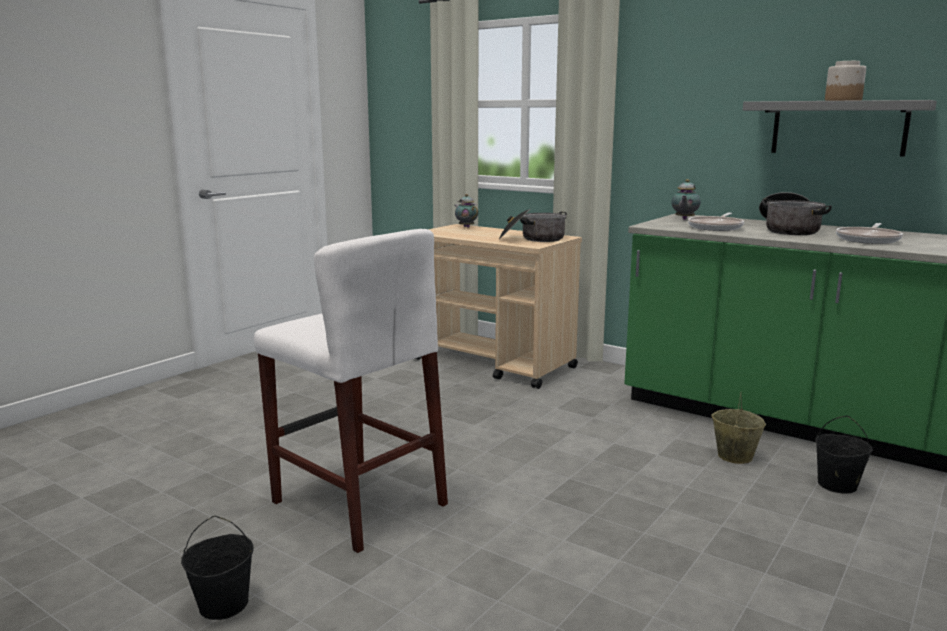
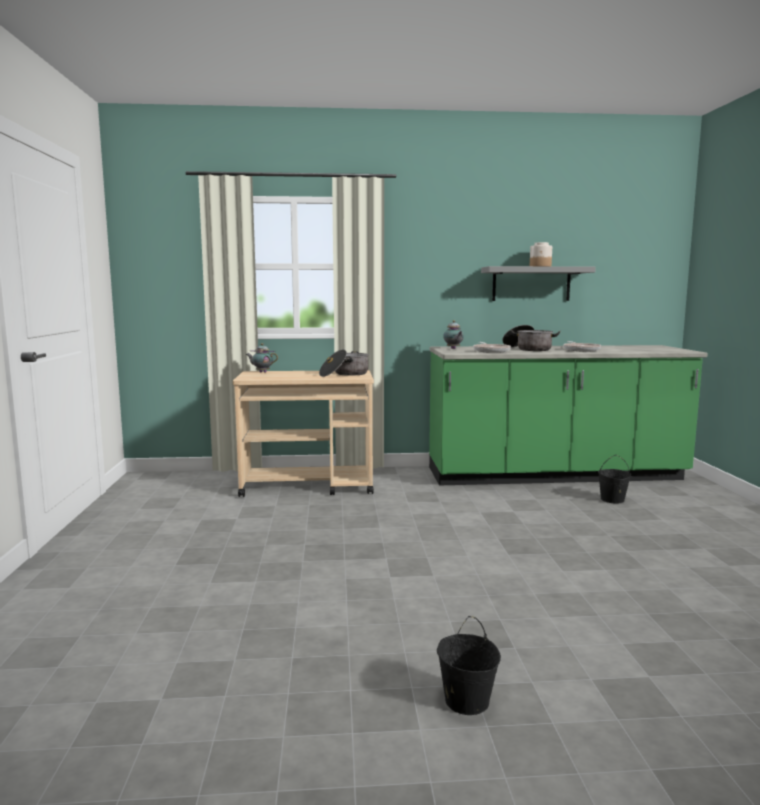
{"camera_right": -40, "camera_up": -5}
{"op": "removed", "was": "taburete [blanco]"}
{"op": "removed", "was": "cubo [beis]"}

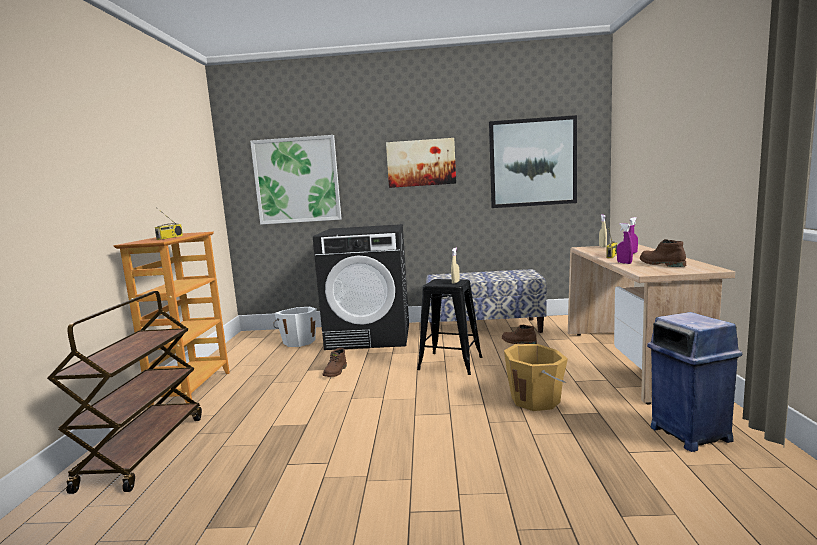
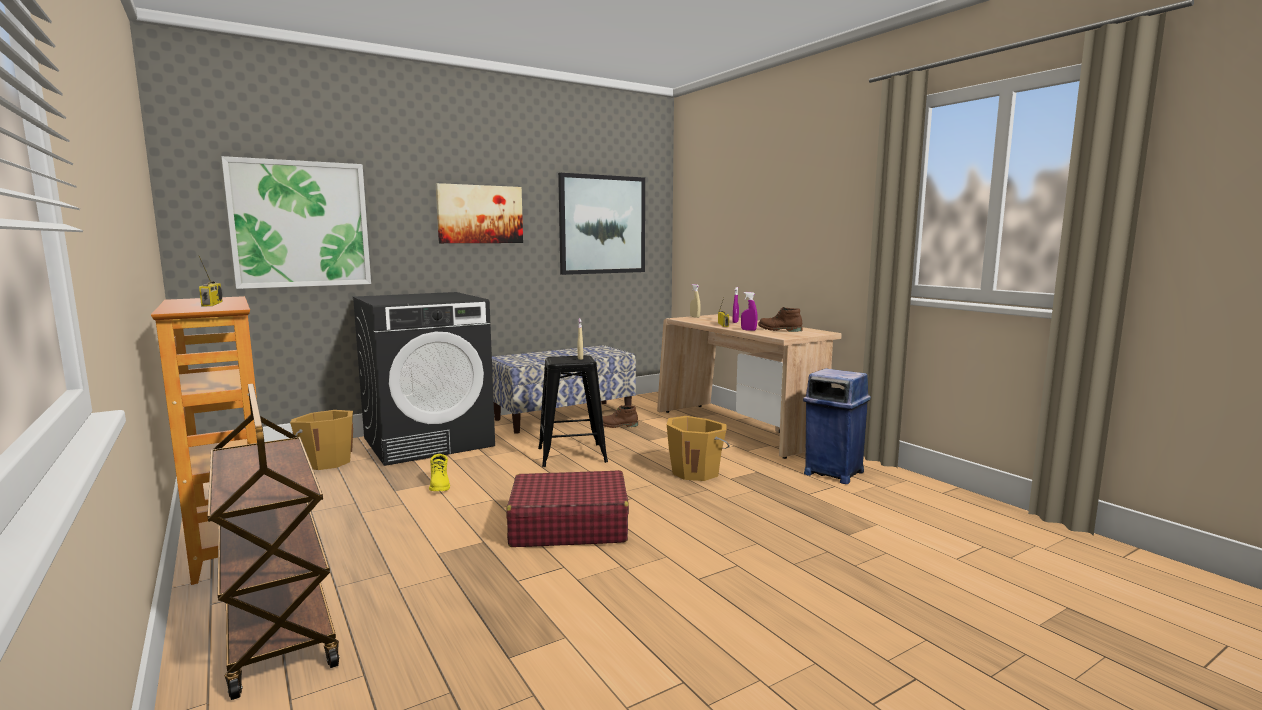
{"camera_right": -35, "camera_up": 0}
{"op": "added", "now": "maleta [rojo]"}
{"op": "recoloured", "was": "cubo [blanco]", "now": "cubo [naranja] (1st from left)"}
{"op": "recoloured", "was": "bota [marrón] (1st from left)", "now": "bota [amarillo]"}

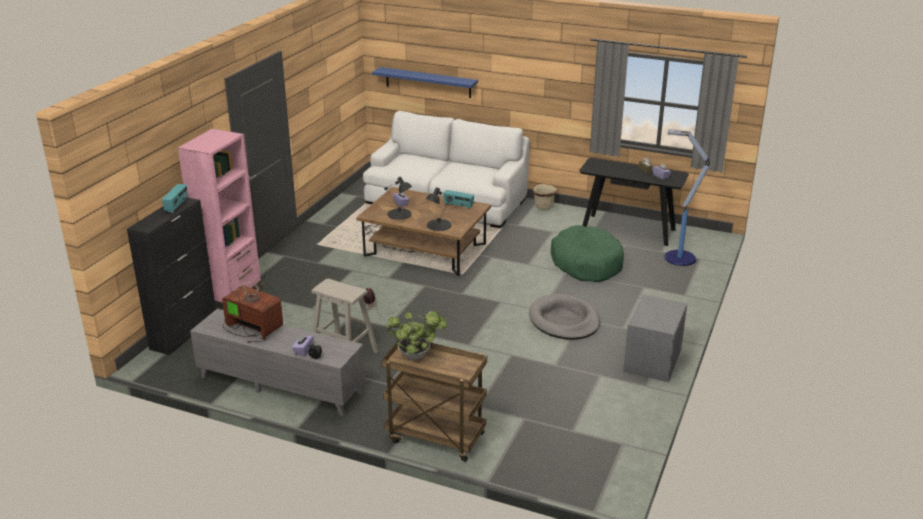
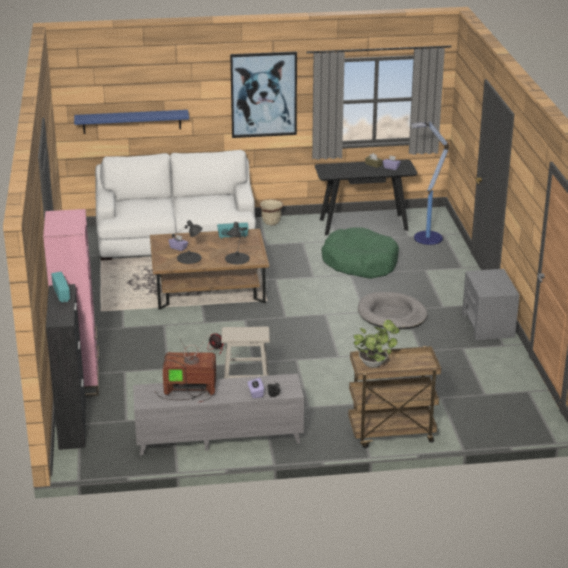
{"camera_right": -30, "camera_up": 0}
{"op": "added", "now": "cuadro"}

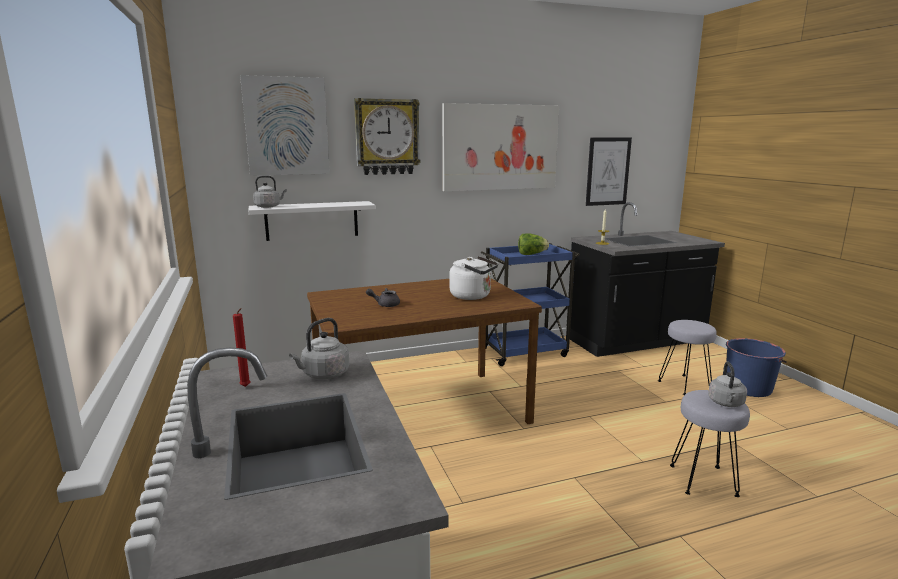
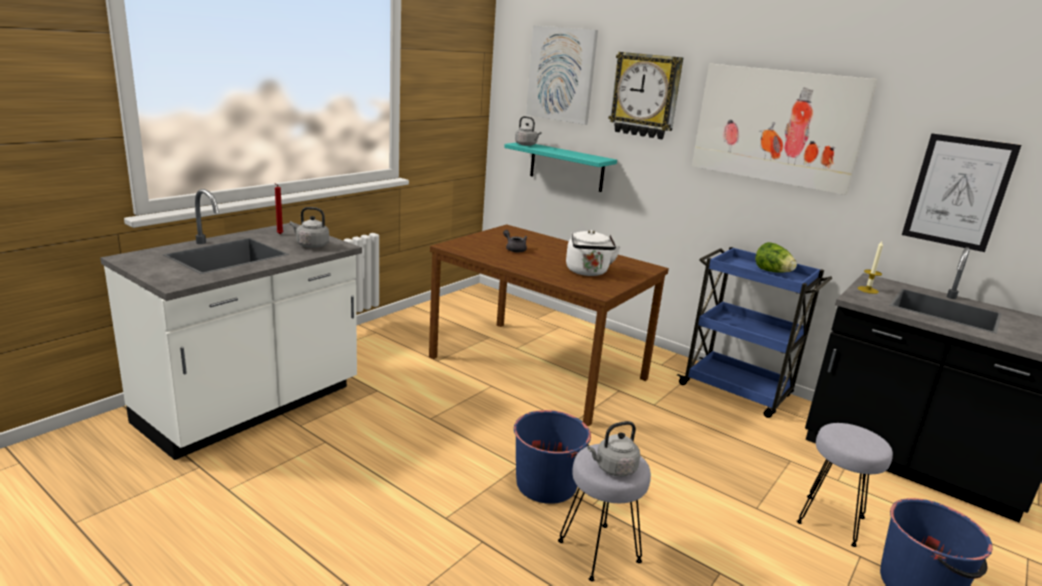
{"camera_right": 55, "camera_up": 5}
{"op": "added", "now": "cubo [azul] (1st from left)"}
{"op": "recoloured", "was": "estante [blanco]", "now": "estante [turquesa]"}

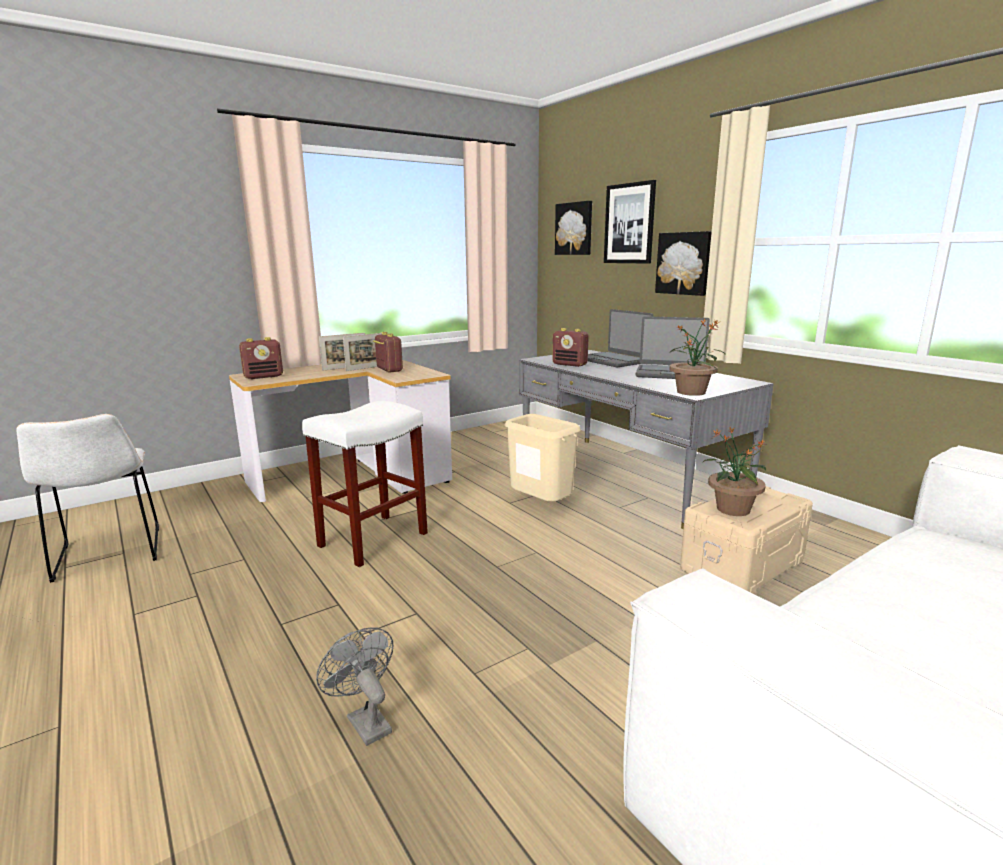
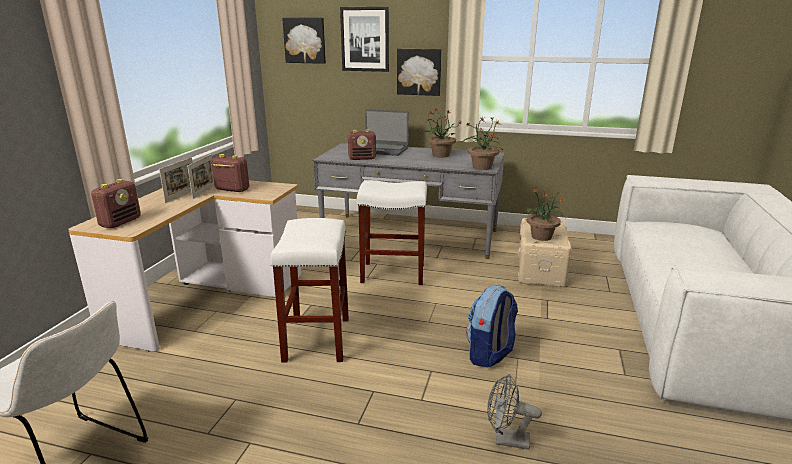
{"camera_right": -40, "camera_up": 5}
{"op": "added", "now": "mochila"}
{"op": "replaced", "was": "papelera [beis]", "now": "taburete [blanco] (2nd from left)"}
{"op": "replaced", "was": "portátil (2nd from left)", "now": "planta en maceta (1st from left)"}

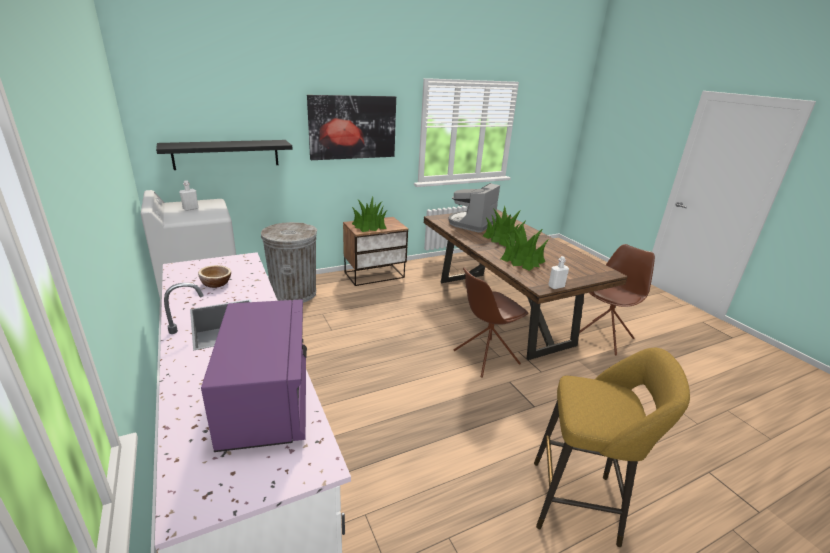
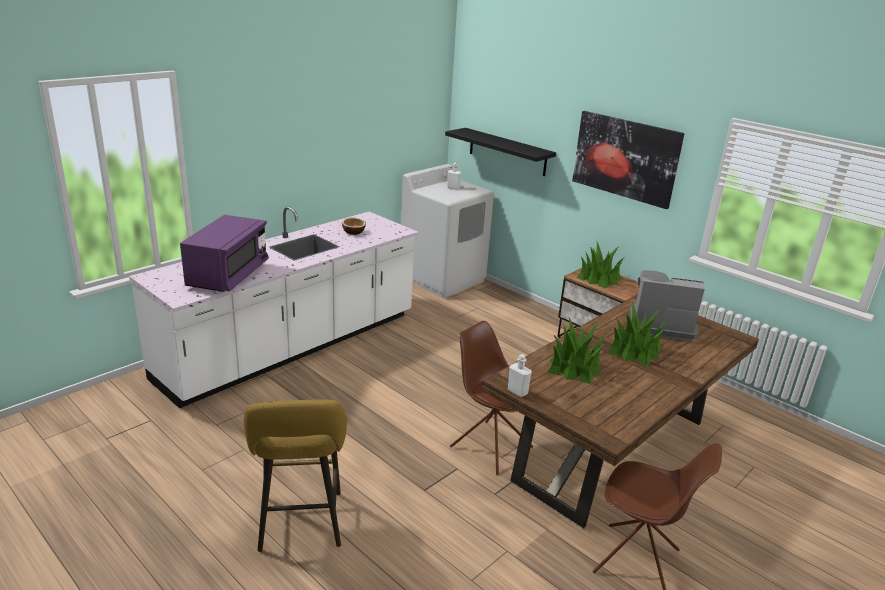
{"camera_right": 70, "camera_up": 0}
{"op": "removed", "was": "papelera [gris]"}
{"op": "turned", "was": "microondas [morado]", "clockwise": -45}

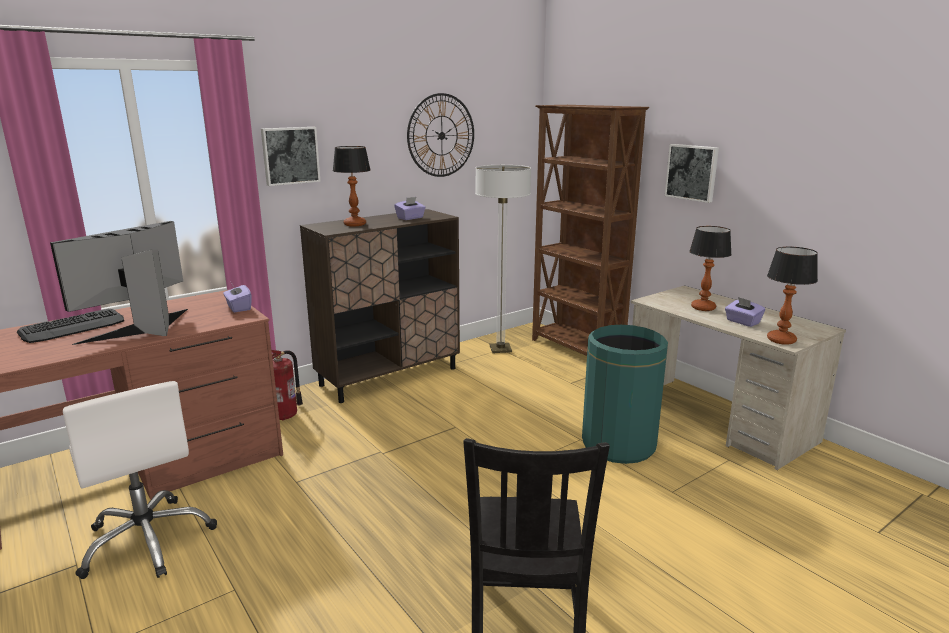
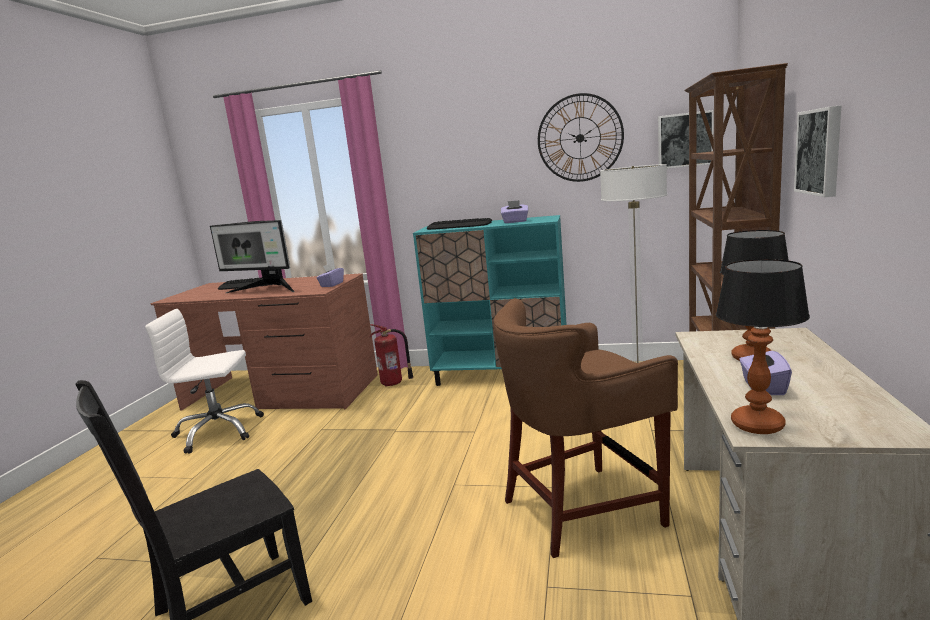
{"camera_right": 50, "camera_up": -5}
{"op": "moved", "was": "cuadro (1st from left)"}
{"op": "replaced", "was": "lámpara de mesa (1st from left)", "now": "teclado (2nd from left)"}
{"op": "replaced", "was": "papelera [verde]", "now": "taburete [marrón]"}
{"op": "recoloured", "was": "armario [marrón]", "now": "armario [turquesa]"}
{"op": "turned", "was": "monitor", "clockwise": -150}
{"op": "turned", "was": "silla de oficina [blanco]", "clockwise": 75}

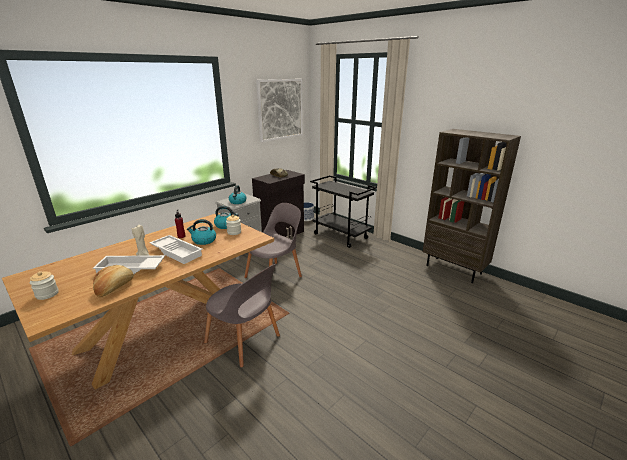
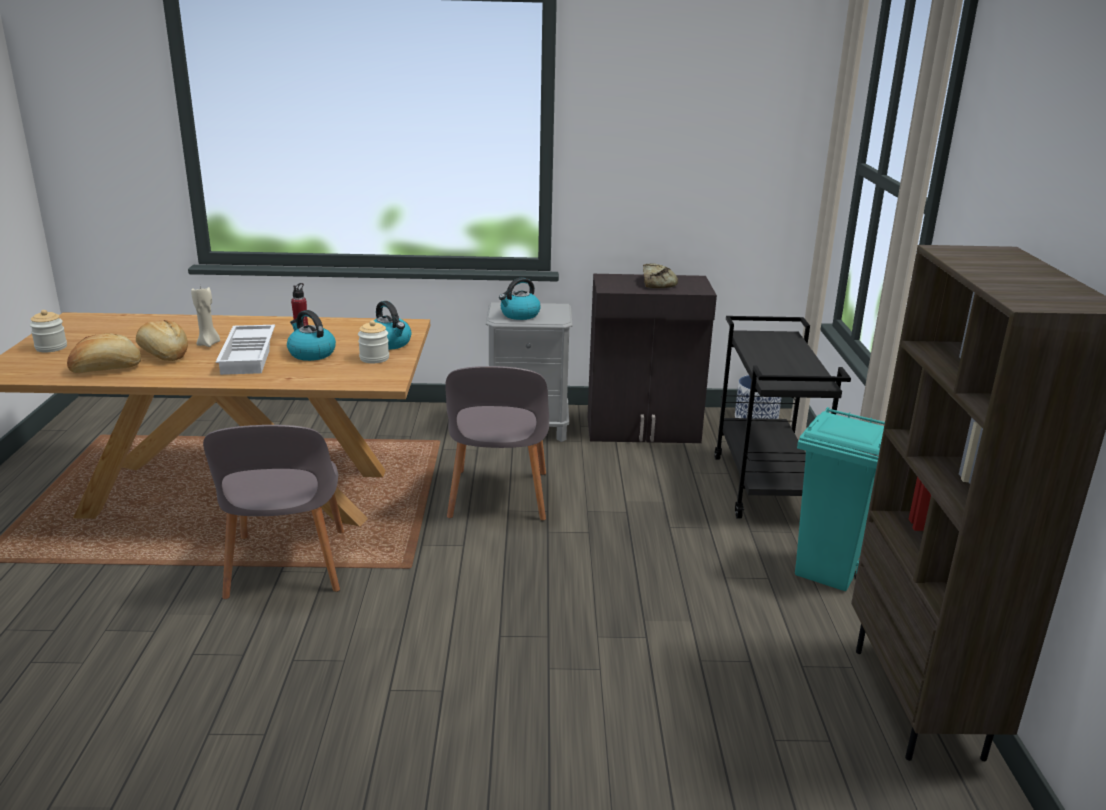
{"camera_right": 45, "camera_up": 0}
{"op": "removed", "was": "cuadro"}
{"op": "added", "now": "papelera [turquesa]"}
{"op": "replaced", "was": "bandeja [blanco] (1st from left)", "now": "pan (2nd from left)"}
{"op": "turned", "was": "silla [gris] (2nd from left)", "clockwise": 90}

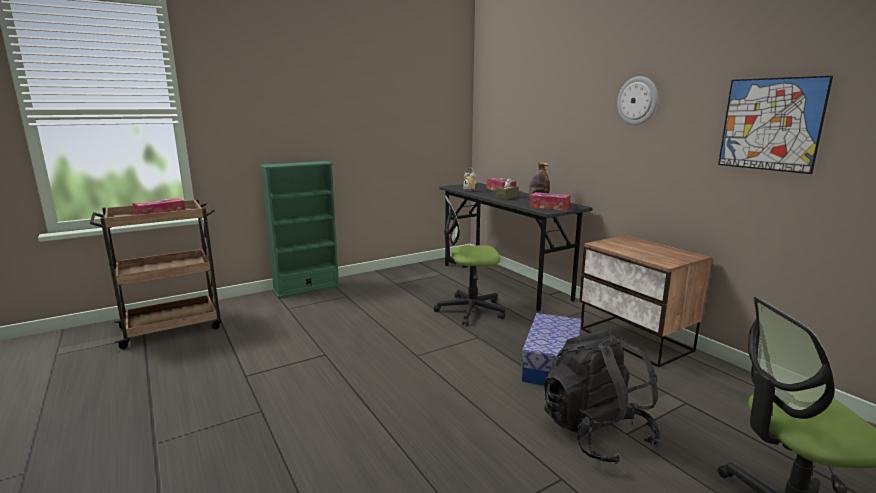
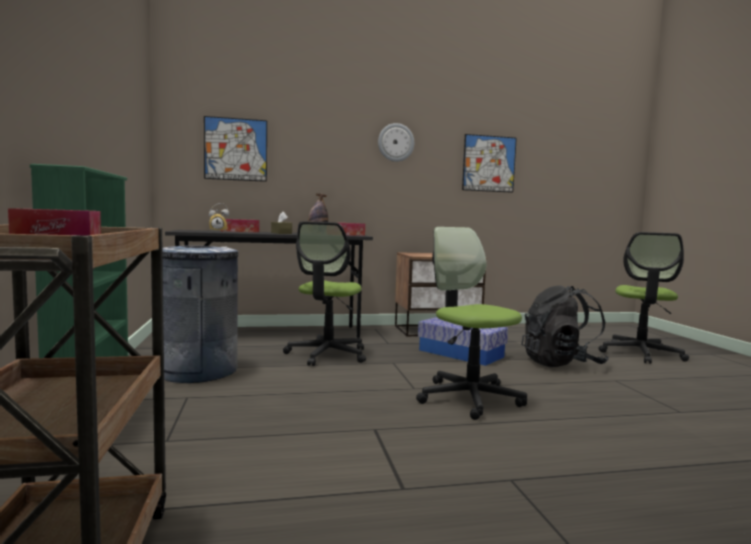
{"camera_right": -70, "camera_up": -10}
{"op": "added", "now": "papelera [gris]"}
{"op": "added", "now": "cuadro (1st from left)"}
{"op": "added", "now": "silla de oficina (2nd from left)"}

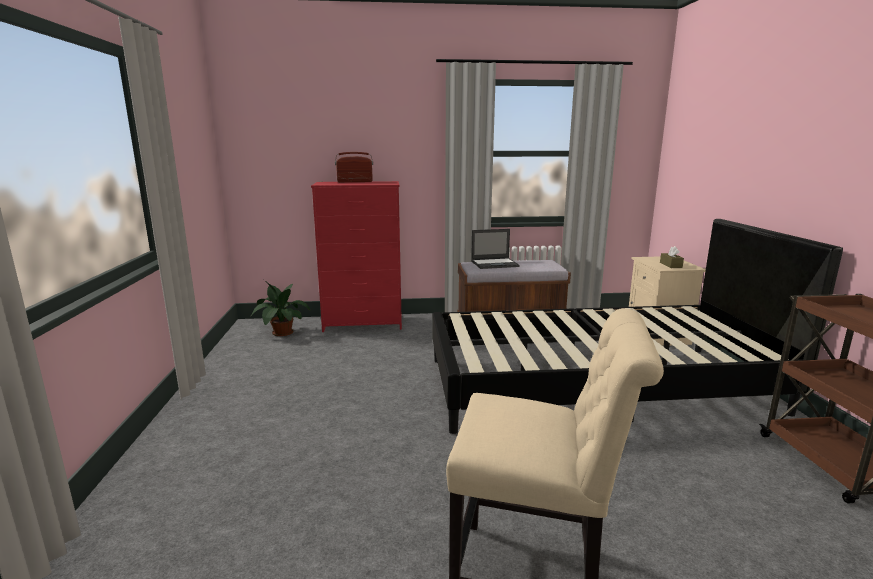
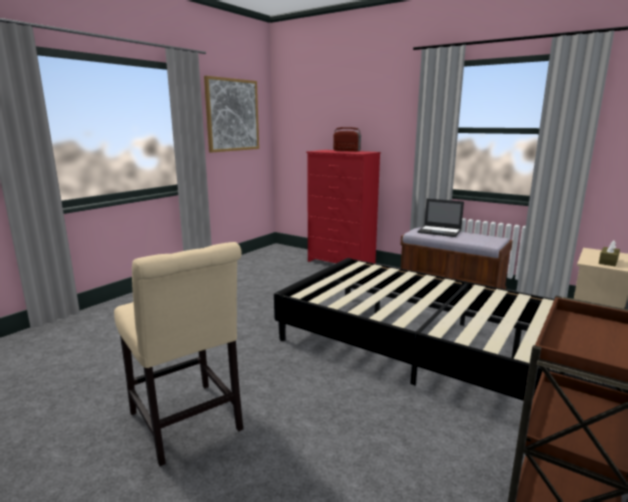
{"camera_right": 40, "camera_up": 0}
{"op": "removed", "was": "planta en maceta"}
{"op": "added", "now": "cuadro"}

